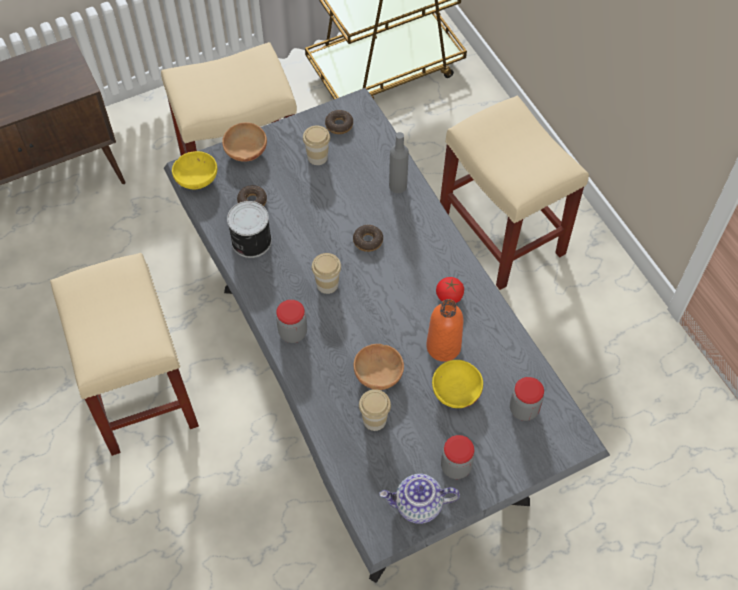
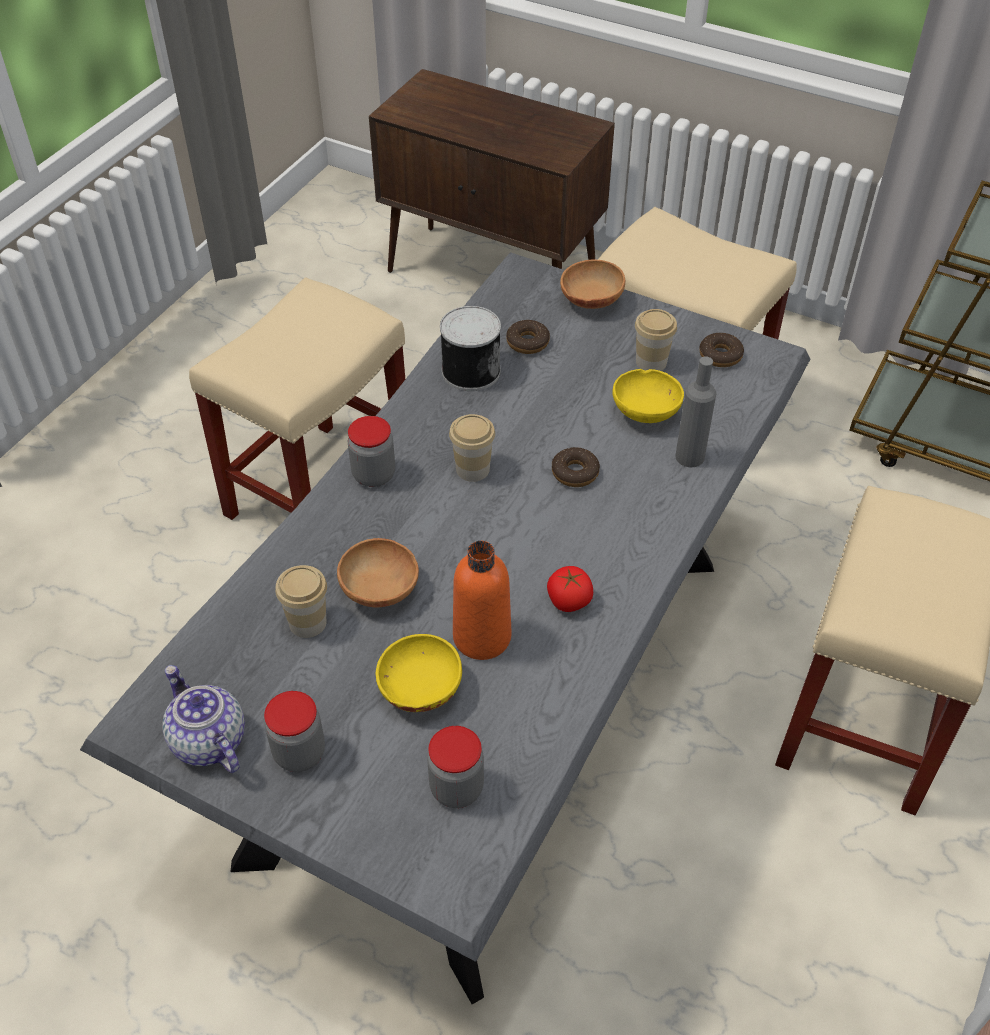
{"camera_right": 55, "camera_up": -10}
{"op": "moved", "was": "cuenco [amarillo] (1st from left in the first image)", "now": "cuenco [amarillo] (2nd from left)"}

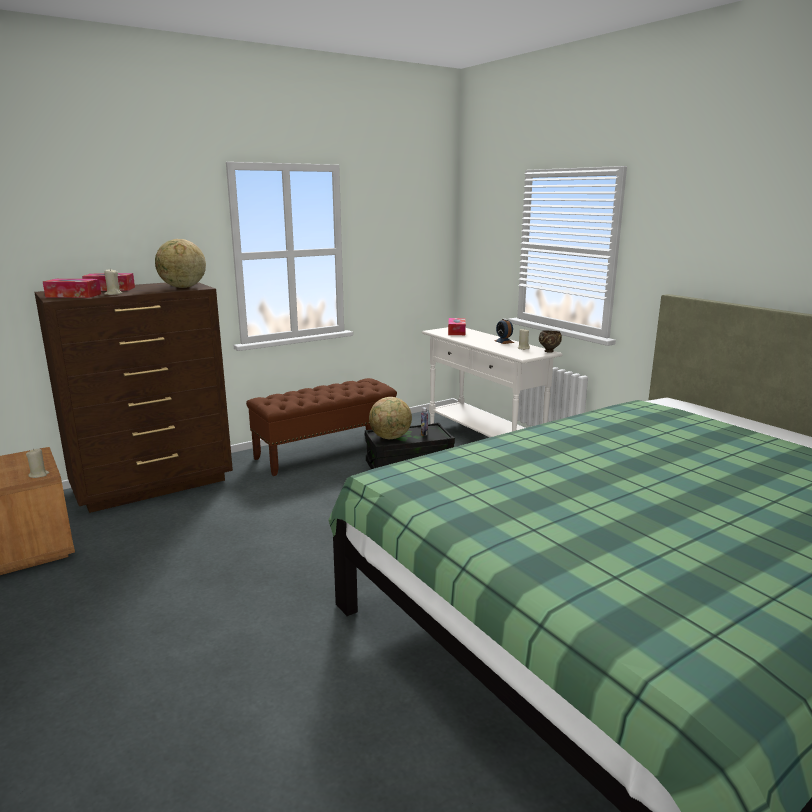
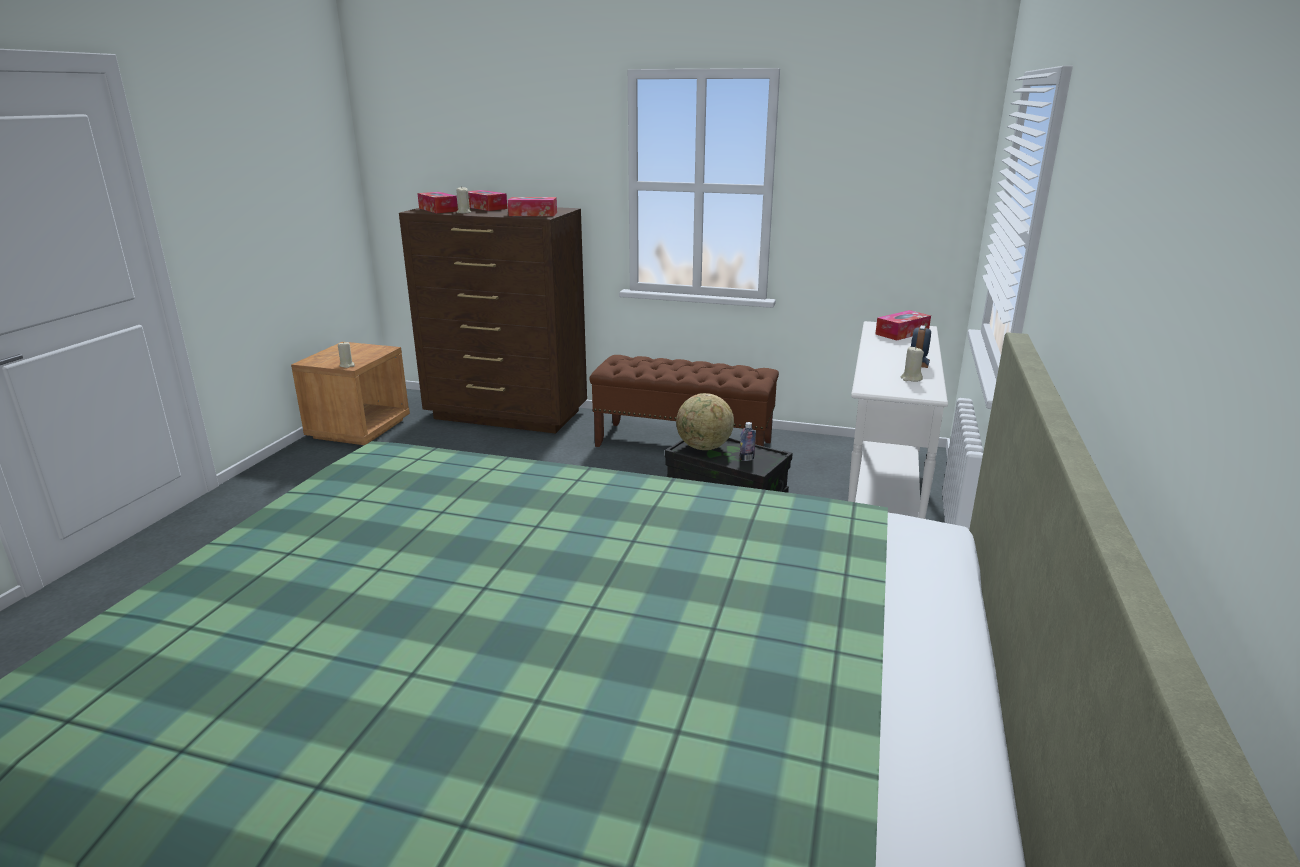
{"camera_right": 50, "camera_up": 5}
{"op": "removed", "was": "cuenco [marrón]"}
{"op": "replaced", "was": "globo terráqueo (1st from left)", "now": "caja de pañuelos (3rd from left)"}

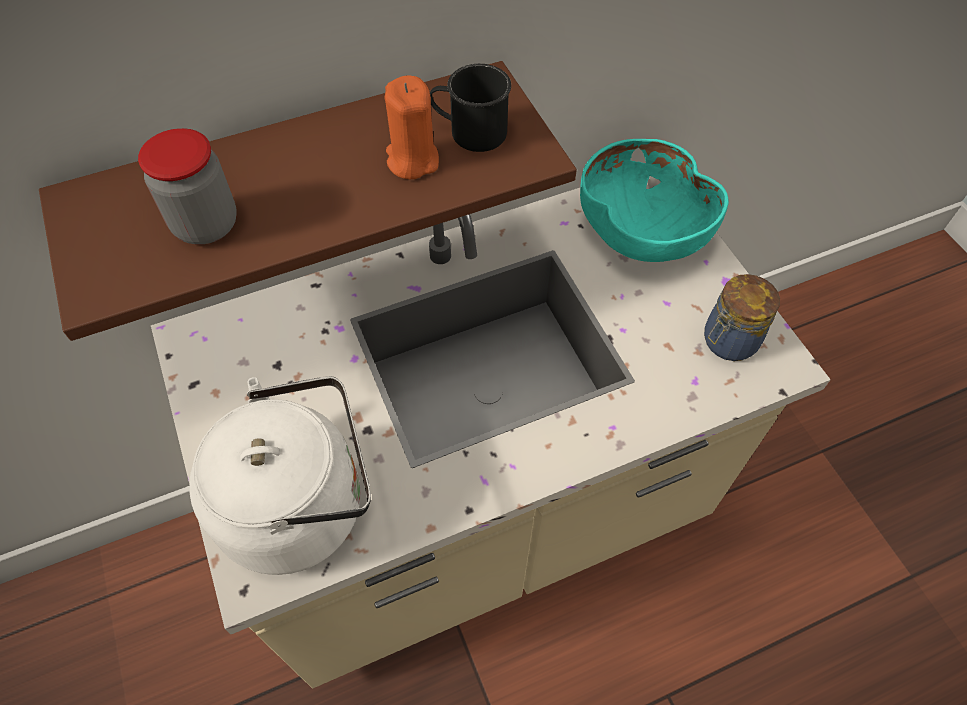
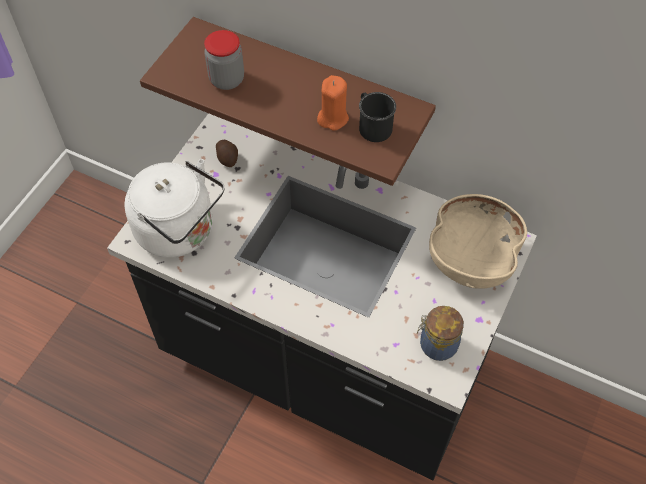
{"camera_right": 50, "camera_up": 0}
{"op": "added", "now": "patata"}
{"op": "recoloured", "was": "mueble bajo de cocina [beis]", "now": "mueble bajo de cocina [negro]"}
{"op": "recoloured", "was": "cuenco [turquesa]", "now": "cuenco [beis]"}

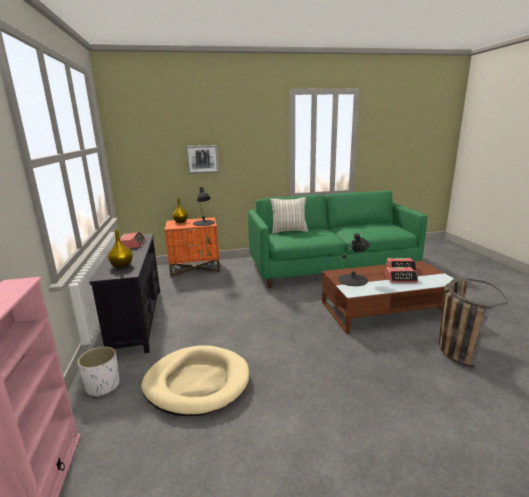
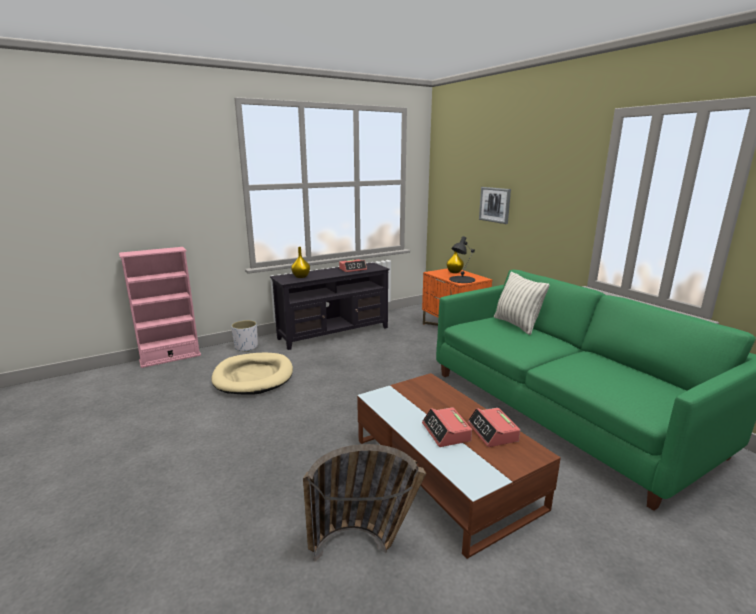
{"camera_right": 70, "camera_up": 0}
{"op": "removed", "was": "lámpara de mesa [negro] (2nd from left)"}

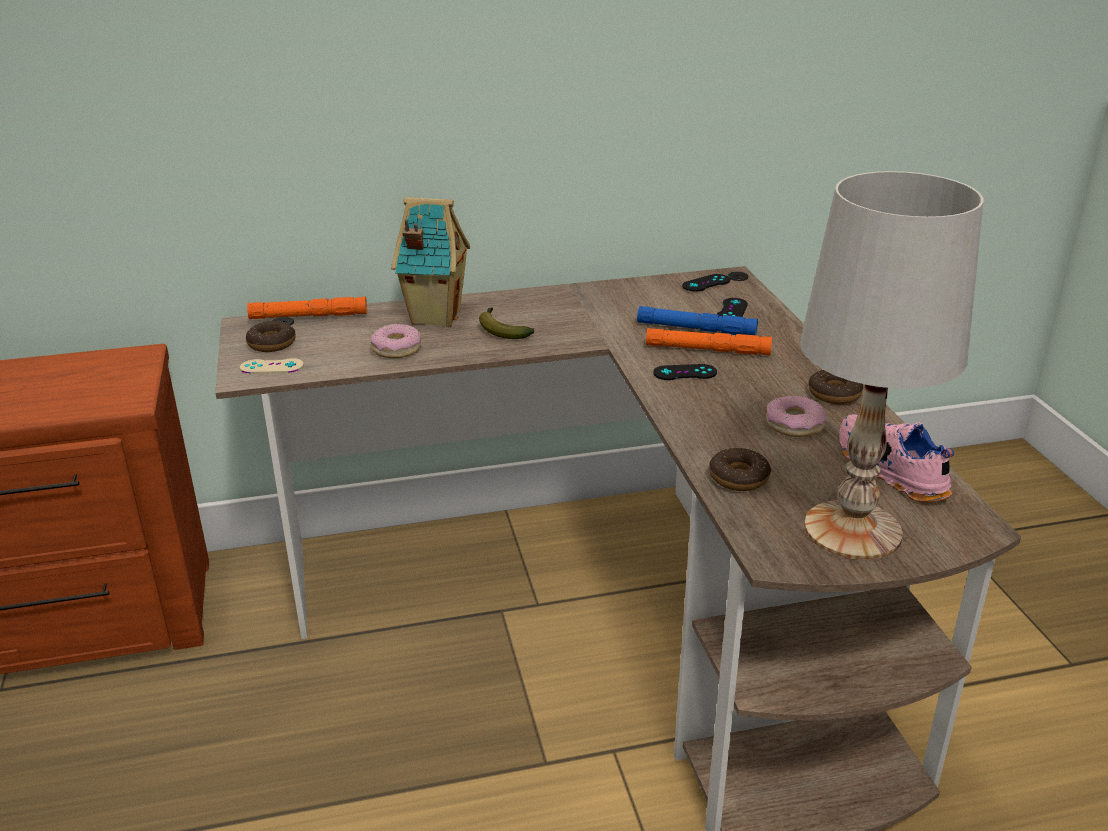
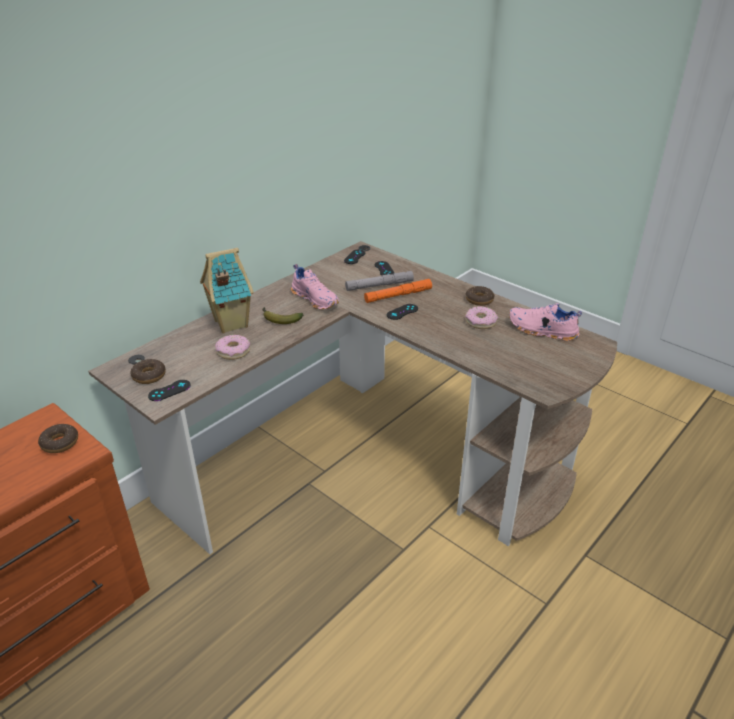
{"camera_right": -35, "camera_up": 5}
{"op": "removed", "was": "linterna [naranja] (1st from left)"}
{"op": "removed", "was": "lámpara de mesa [blanco]"}
{"op": "added", "now": "zapato [rosa] (1st from left)"}
{"op": "moved", "was": "rosquilla (3rd from left in the first image)", "now": "rosquilla (1st from left)"}
{"op": "recoloured", "was": "mando de consola [beis]", "now": "mando de consola [negro] (1st from left)"}
{"op": "recoloured", "was": "linterna [azul]", "now": "linterna [gris]"}

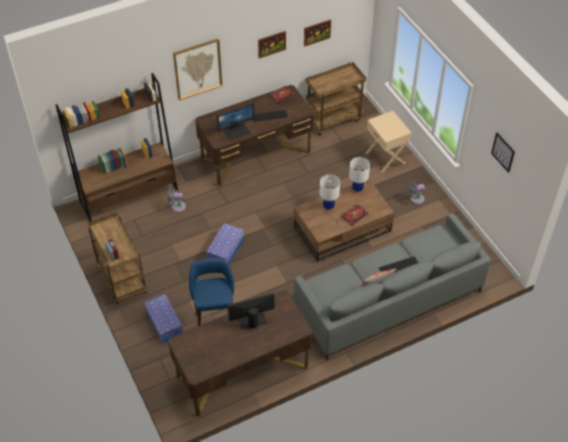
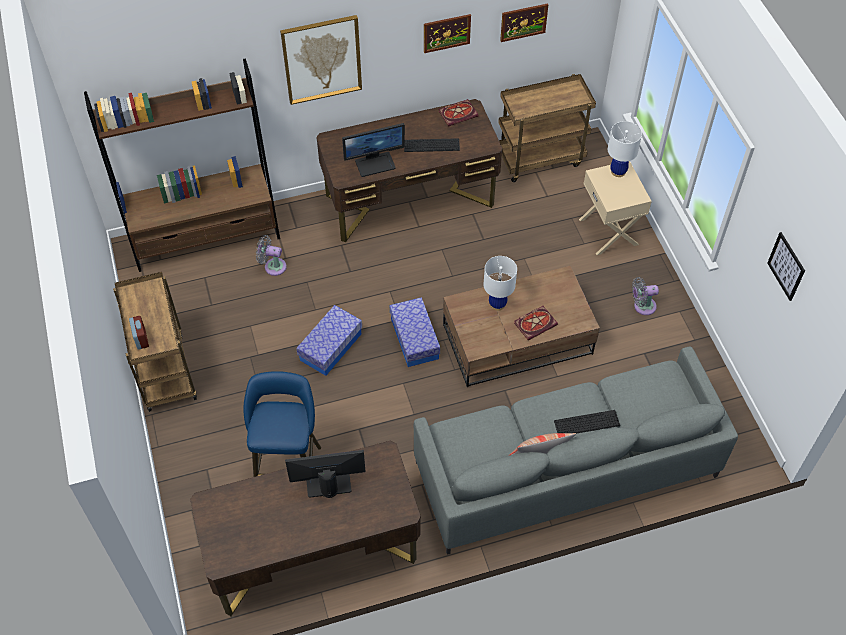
{"camera_right": 10, "camera_up": 5}
{"op": "moved", "was": "caja de almacenaje (1st from left in the first image)", "now": "caja de almacenaje (2nd from left)"}
{"op": "moved", "was": "lámpara de mesa [blanco] (2nd from left)"}

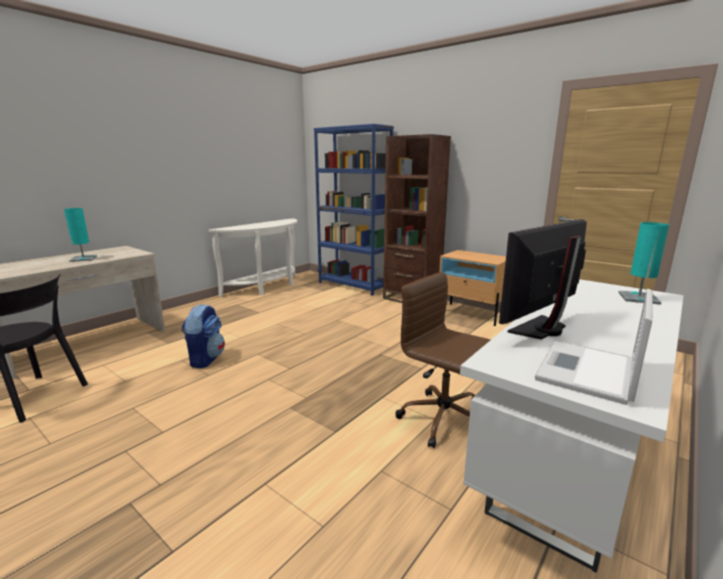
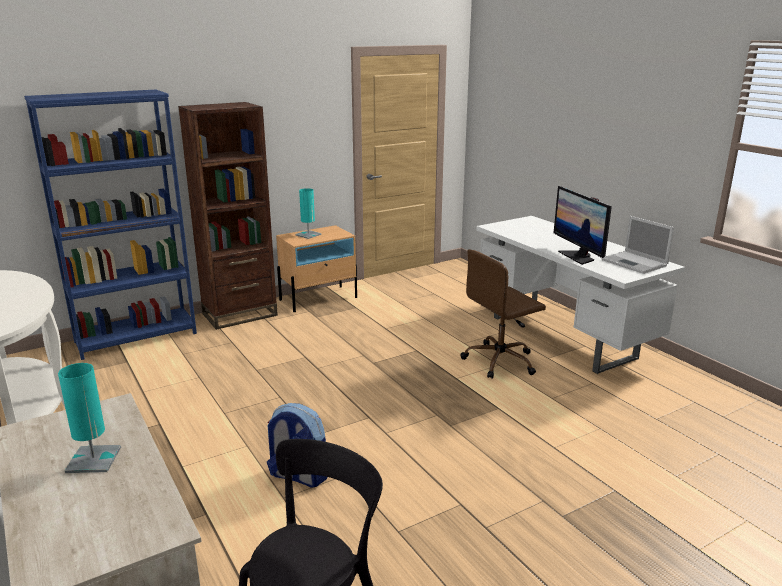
{"camera_right": -70, "camera_up": 5}
{"op": "moved", "was": "lámpara de mesa [turquesa] (2nd from left)"}

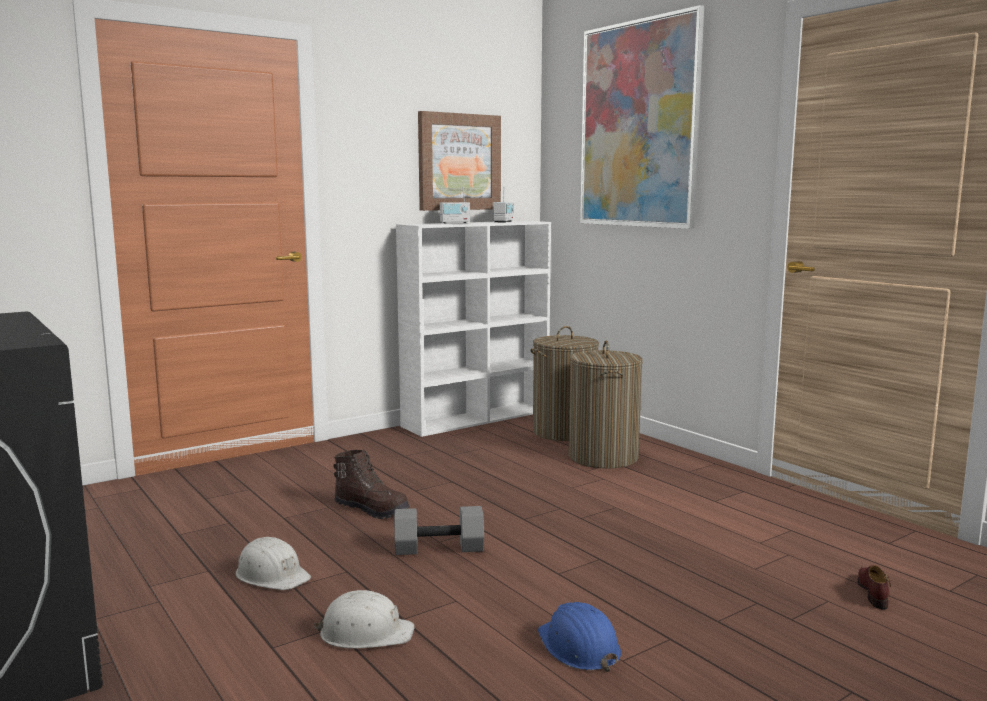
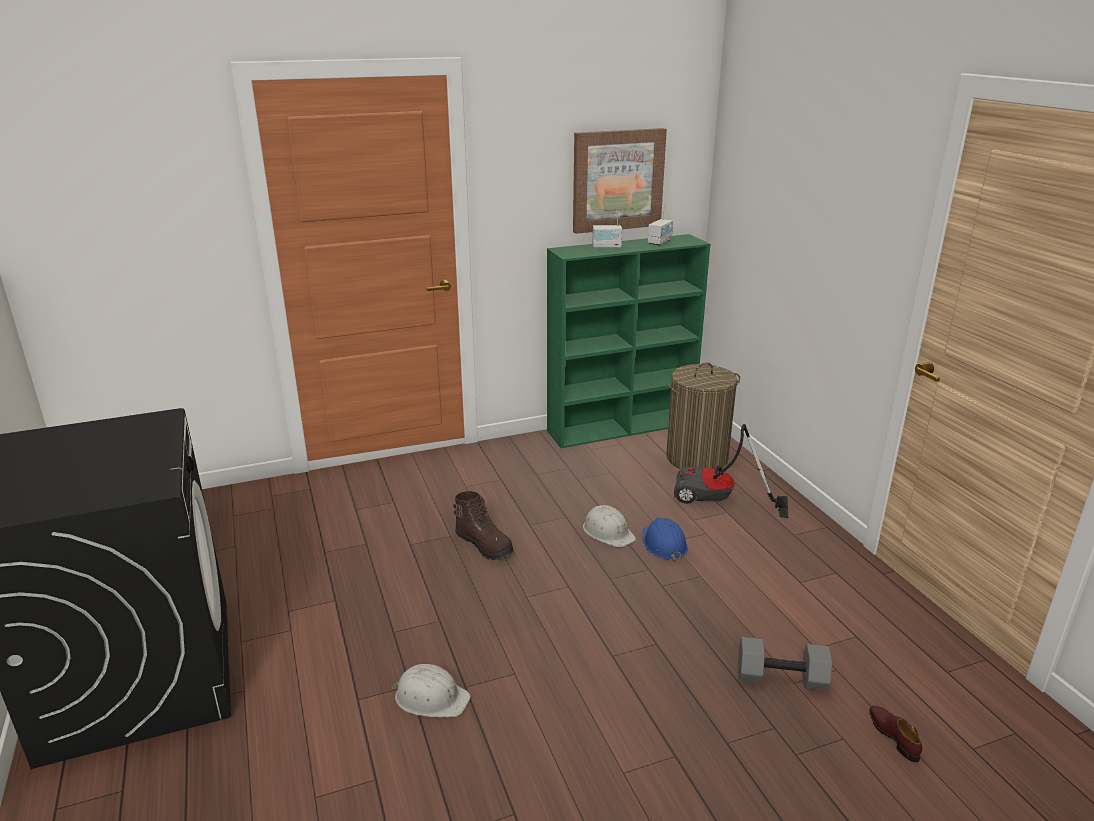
{"camera_right": 15, "camera_up": 15}
{"op": "removed", "was": "cuadro (2nd from left)"}
{"op": "moved", "was": "casco [blanco] (1st from left in the first image)", "now": "casco [blanco] (2nd from left)"}
{"op": "moved", "was": "mancuerna [gris]"}
{"op": "moved", "was": "casco [azul]"}
{"op": "replaced", "was": "cesto de la ropa (2nd from left)", "now": "aspiradora"}
{"op": "recoloured", "was": "estantería [blanco]", "now": "estantería [verde]"}
{"op": "turned", "was": "zapato [marrón]", "clockwise": -45}

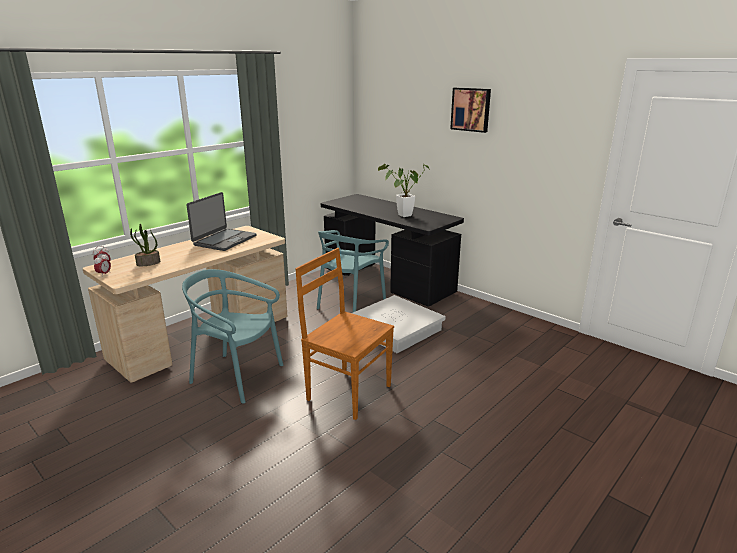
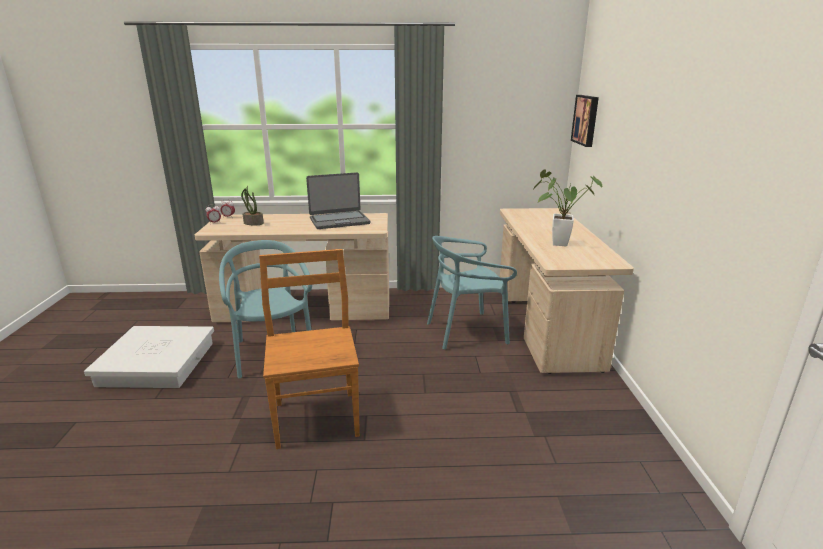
{"camera_right": 45, "camera_up": 0}
{"op": "moved", "was": "caja de almacenaje [blanco]"}
{"op": "moved", "was": "cuadro"}
{"op": "recoloured", "was": "escritorio [negro]", "now": "escritorio [beis] (2nd from left)"}

